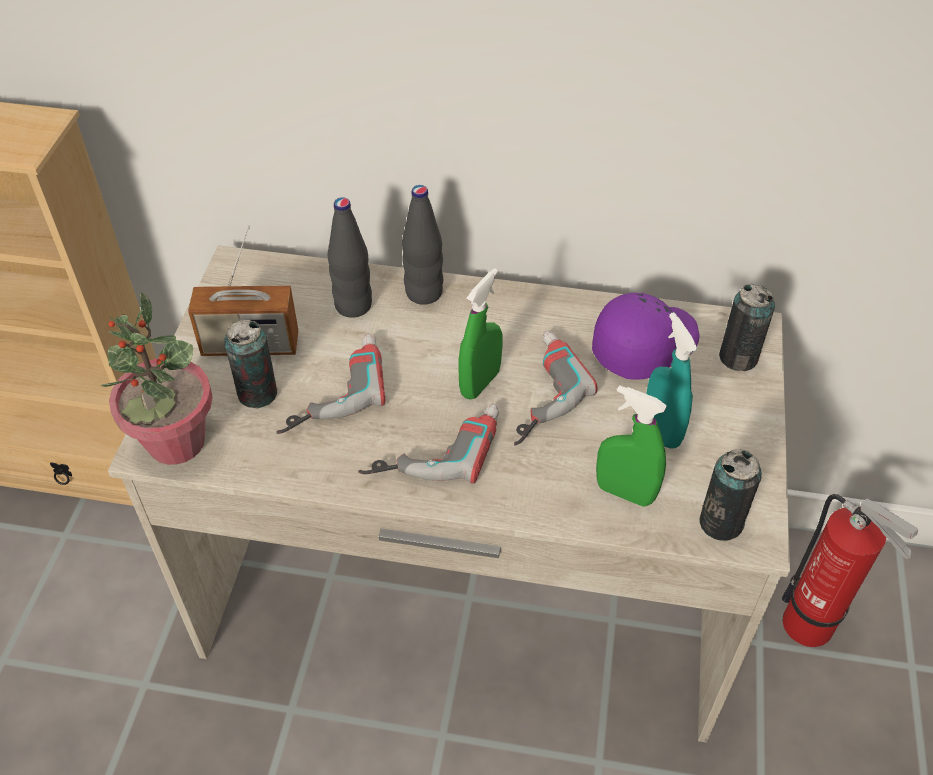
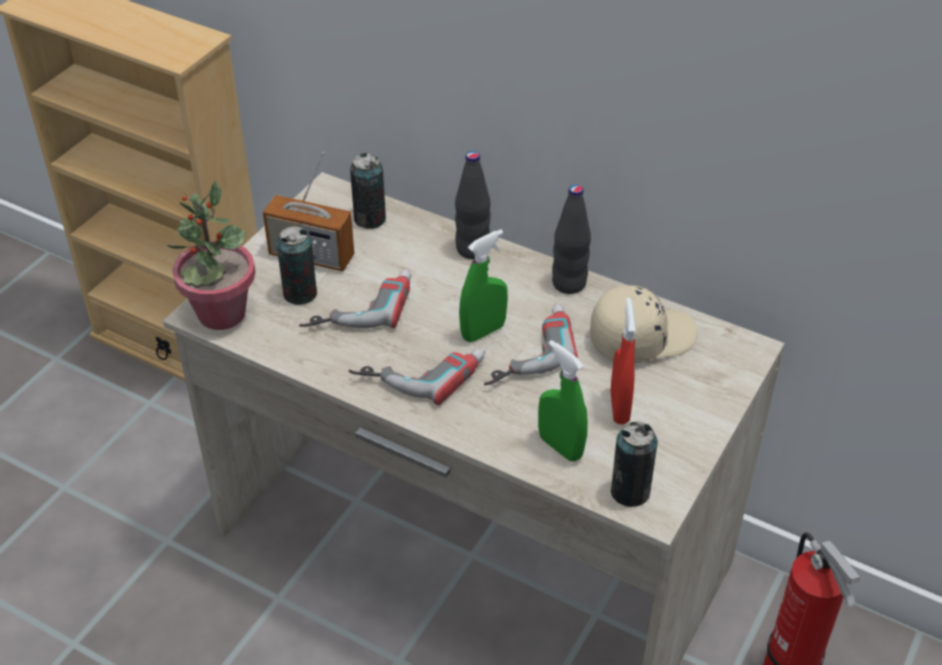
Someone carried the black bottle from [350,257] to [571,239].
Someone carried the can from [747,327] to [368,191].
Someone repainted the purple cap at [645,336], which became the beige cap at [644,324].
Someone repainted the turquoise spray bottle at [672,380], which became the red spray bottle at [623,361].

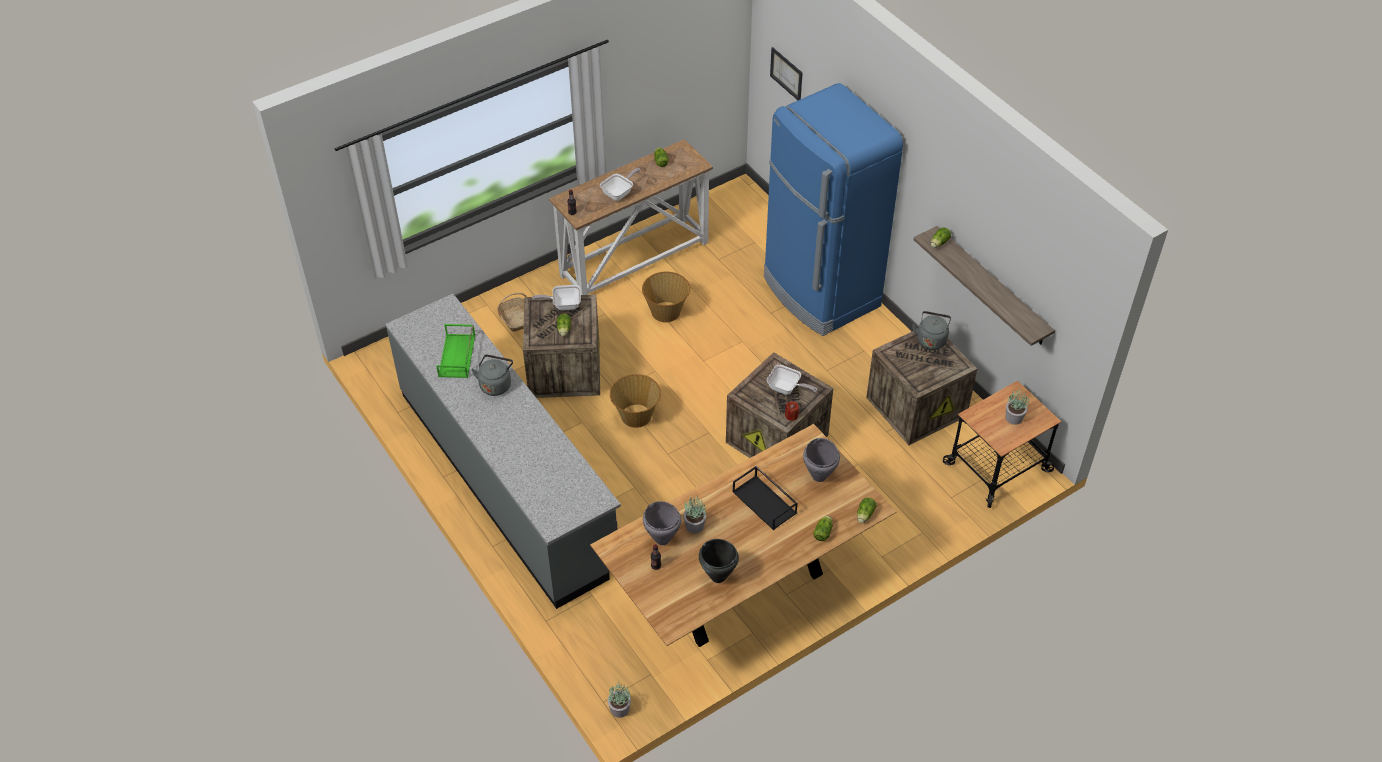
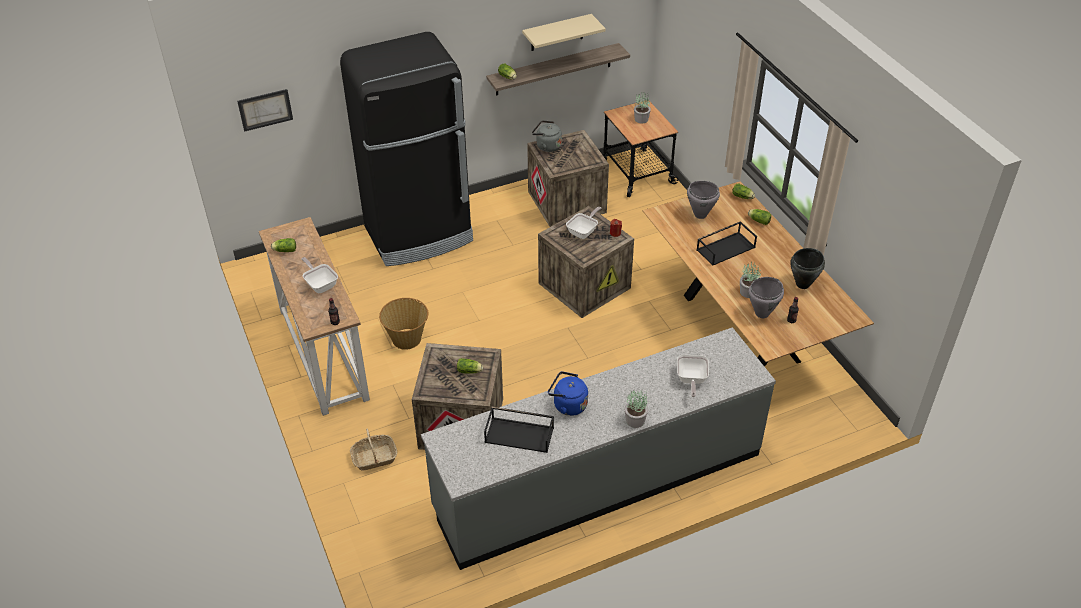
Someone repainted the blue fridge at [833,209], which became the black fridge at [406,149].
Someone carried the frying pan from [556,297] to [693,376].
Someone repainted the green tray at [455,351], which became the black tray at [519,430].
Someone repainted the grey kettle at [492,375], which became the blue kettle at [568,393].
Someone took away the basket at [635,401].
Someone carried the potted plant from [619,700] to [636,409].
Someone put up the beige shelf at [564,32].

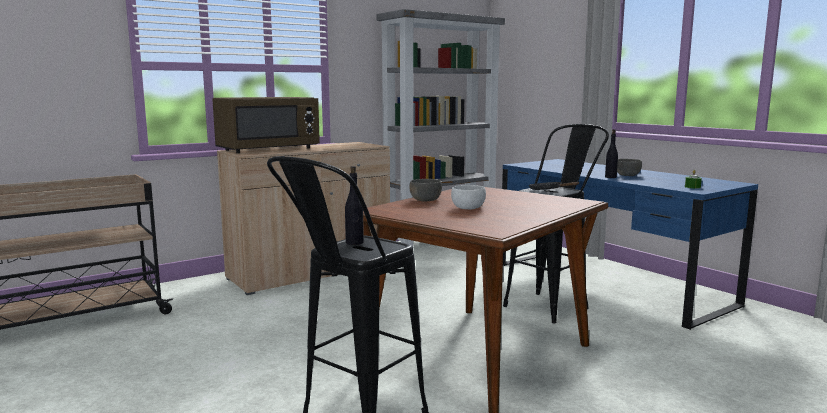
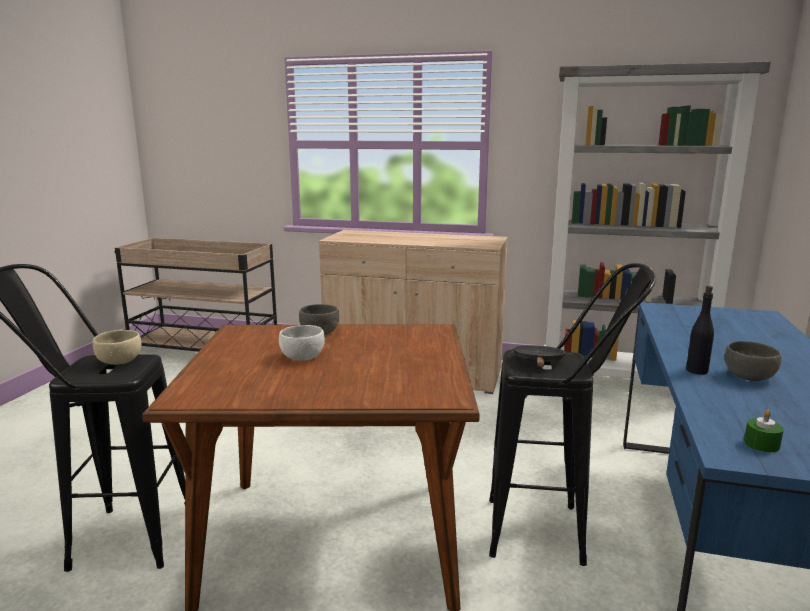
Someone took away the brown microwave at [266,125].
Someone swapped the black bottle at [354,205] for the beige bowl at [116,347].

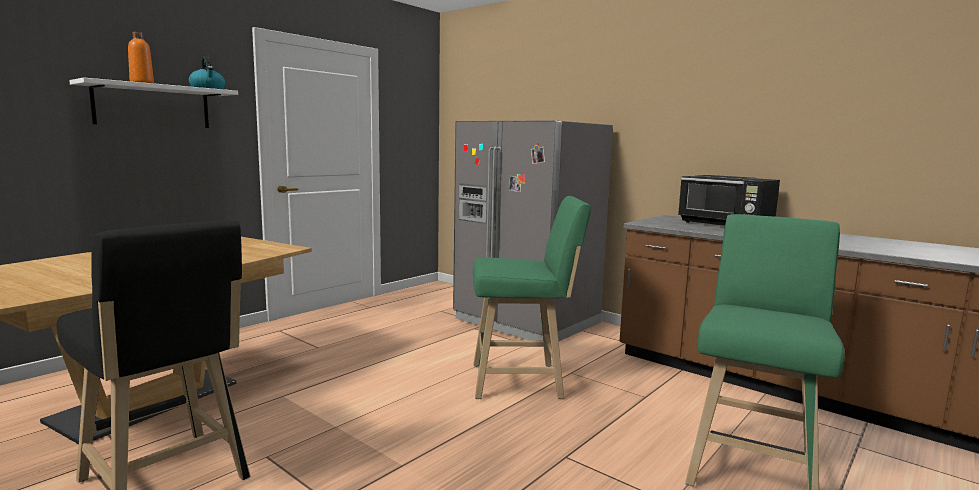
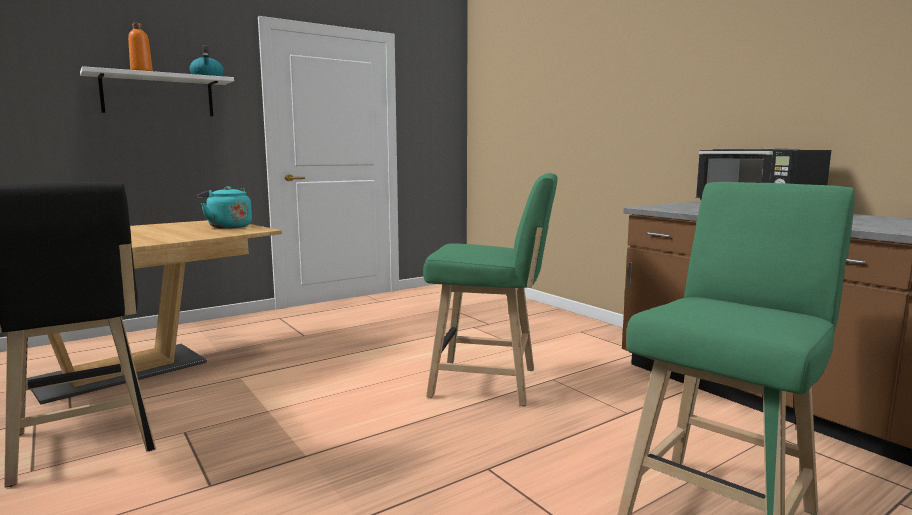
Someone took away the grey fridge at [533,230].
Someone put down the turquoise kettle at [225,207].

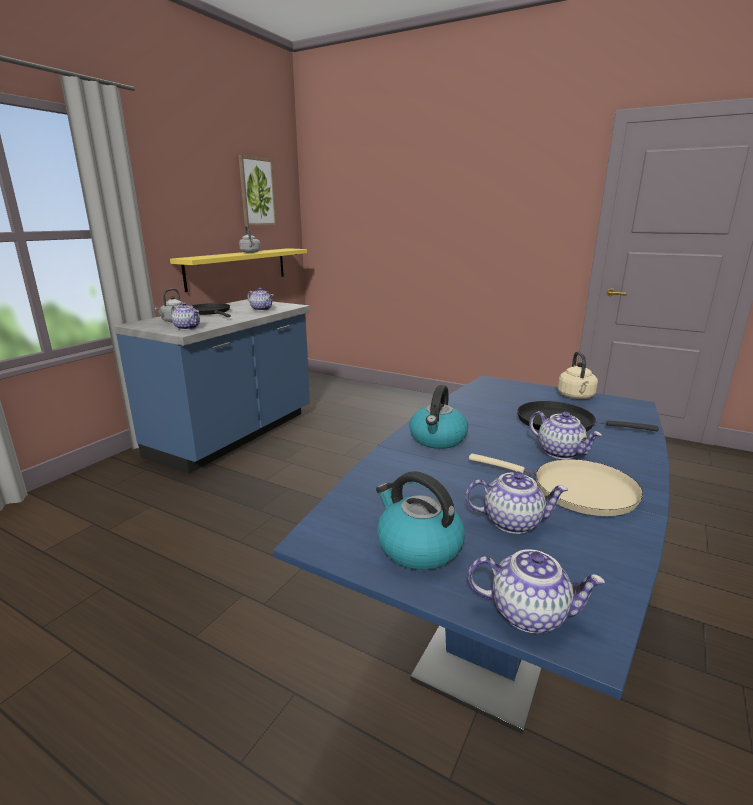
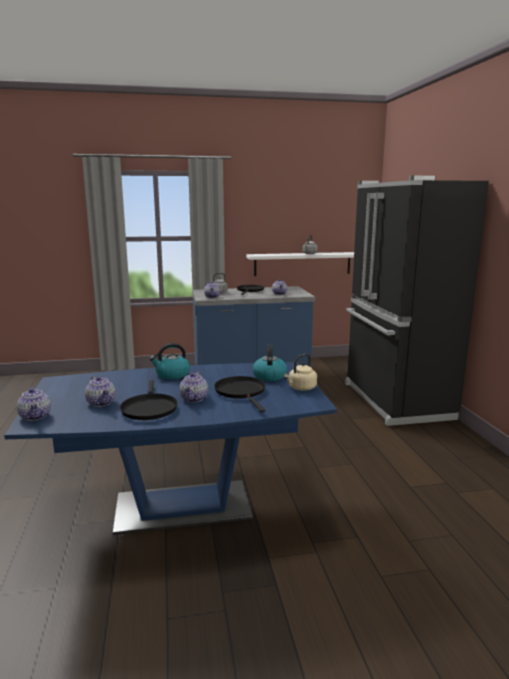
Someone took away the picture at [258,190].
Someone repainted the yellow shelf at [238,270], which became the white shelf at [300,264].
Someone repainted the beige frying pan at [556,485], which became the black frying pan at [149,400].
Someone carried the kettle from [420,520] to [269,362].
Someone put down the black fridge at [417,301].

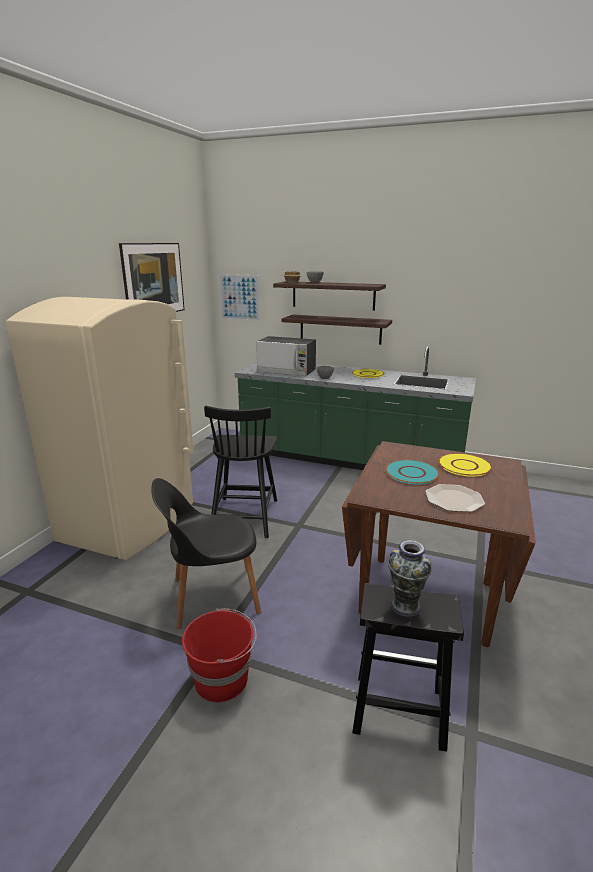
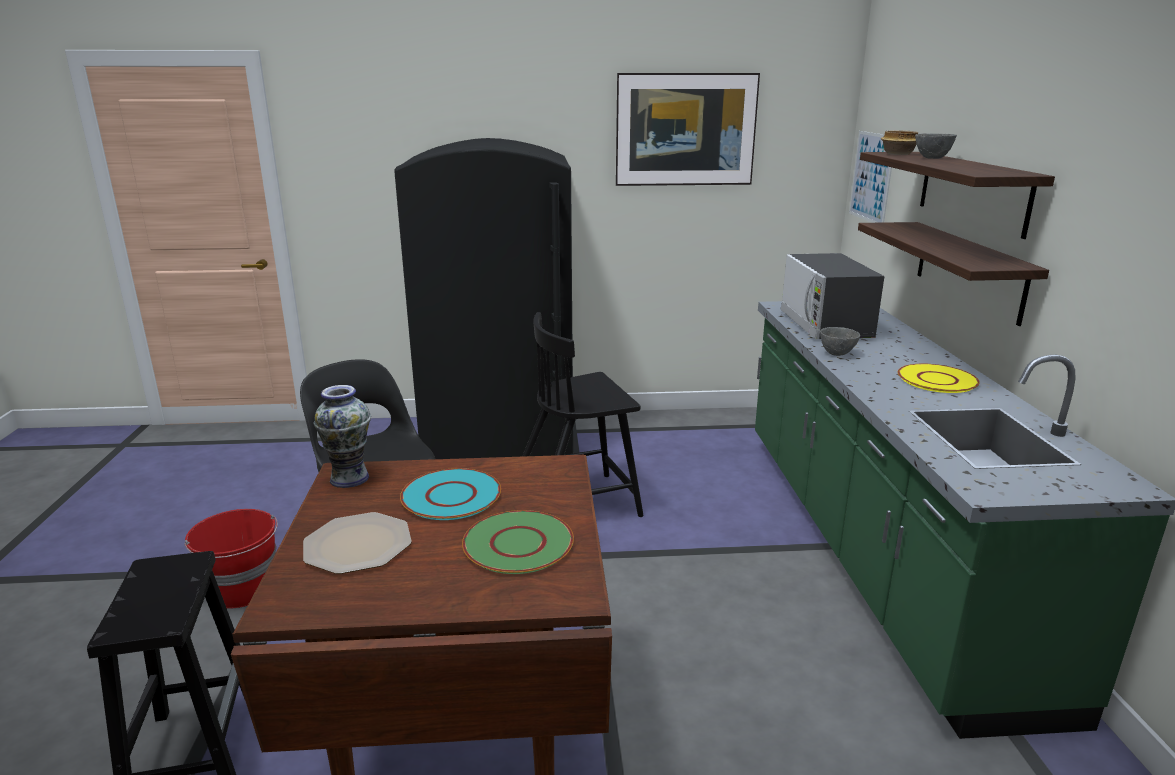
Someone repainted the beige fridge at [99,428], which became the black fridge at [483,298].
Someone repainted the yellow plate at [465,465], which became the green plate at [518,542].
Someone carried the vase from [409,578] to [342,436].

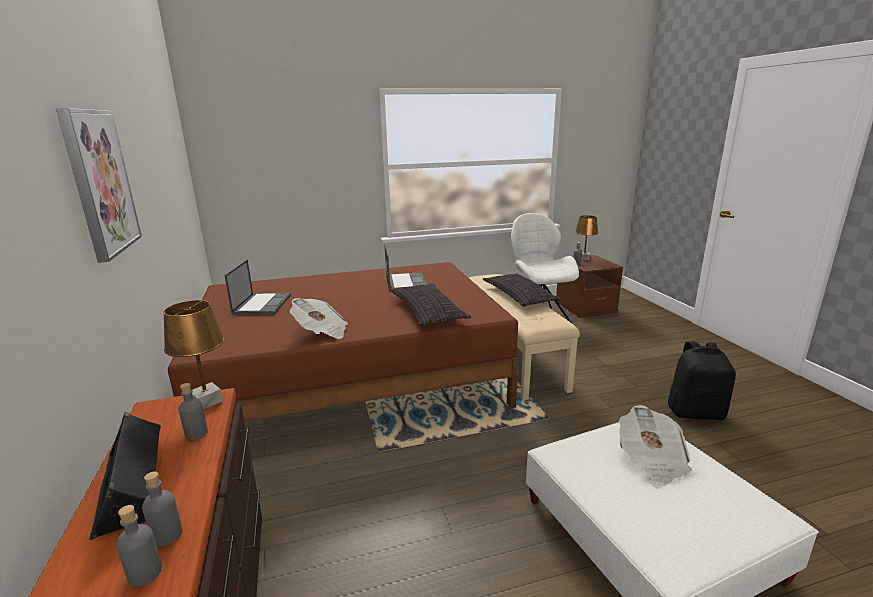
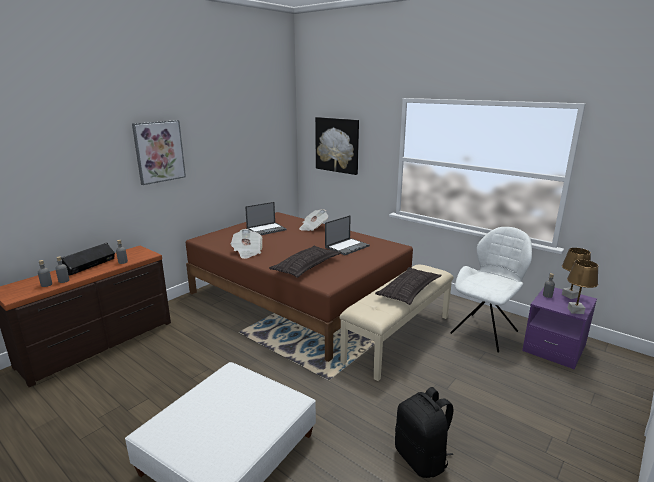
Someone repainted the brown nightstand at [589,286], which became the purple nightstand at [559,328].
Someone carried the brown table lamp from [194,355] to [582,287].
Someone carried the newspaper from [655,445] to [313,220].
Someone put up the picture at [337,146].

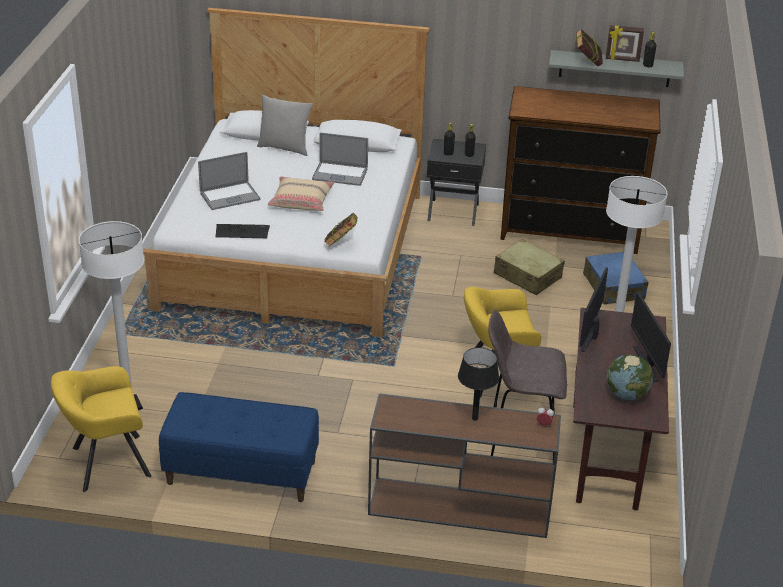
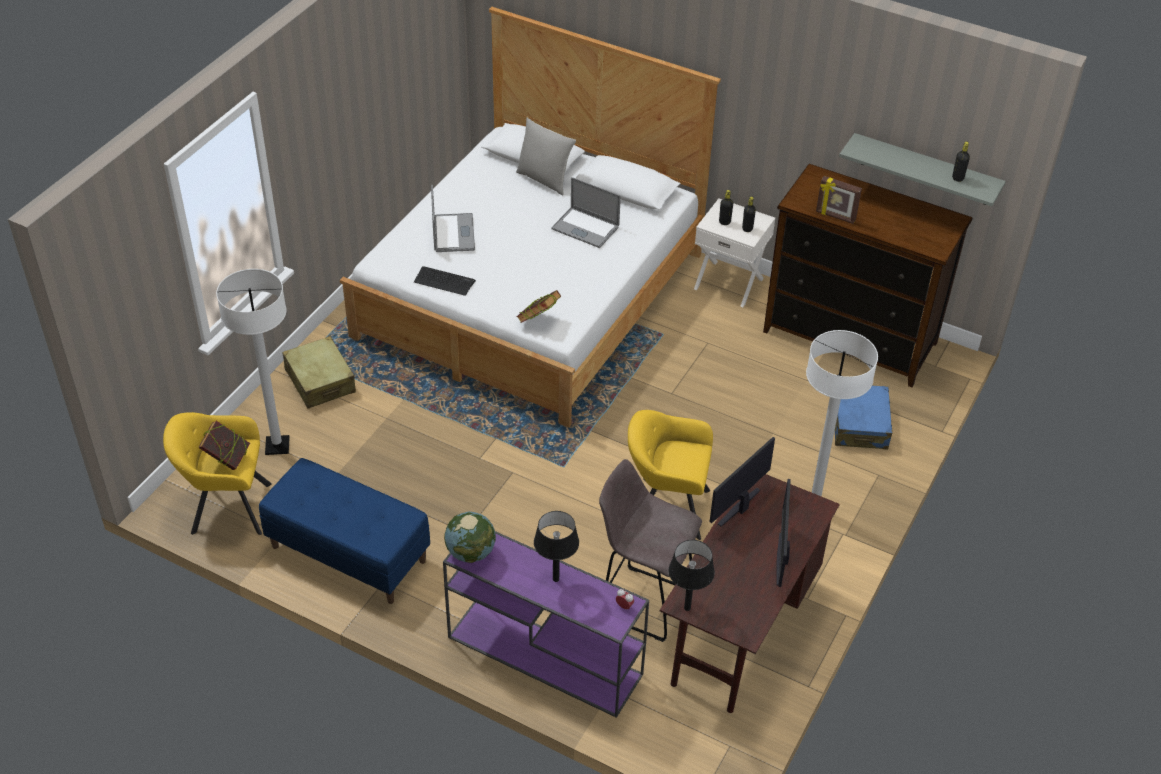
Someone carried the picture frame from [625,43] to [839,200].
Someone carried the book from [589,48] to [224,445].
Someone repainted the black nightstand at [456,182], which became the white nightstand at [734,252].
Someone rotated the laptop at [229,181] by 90 degrees counterclockwise.
Someone took away the beige pillow at [301,193].
Someone carried the beige suitcase from [529,267] to [319,372].
Someone carried the globe from [630,377] to [470,537].
Someone repainted the brown console table at [464,465], which became the purple console table at [546,624].
Someone put down the black table lamp at [691,575].

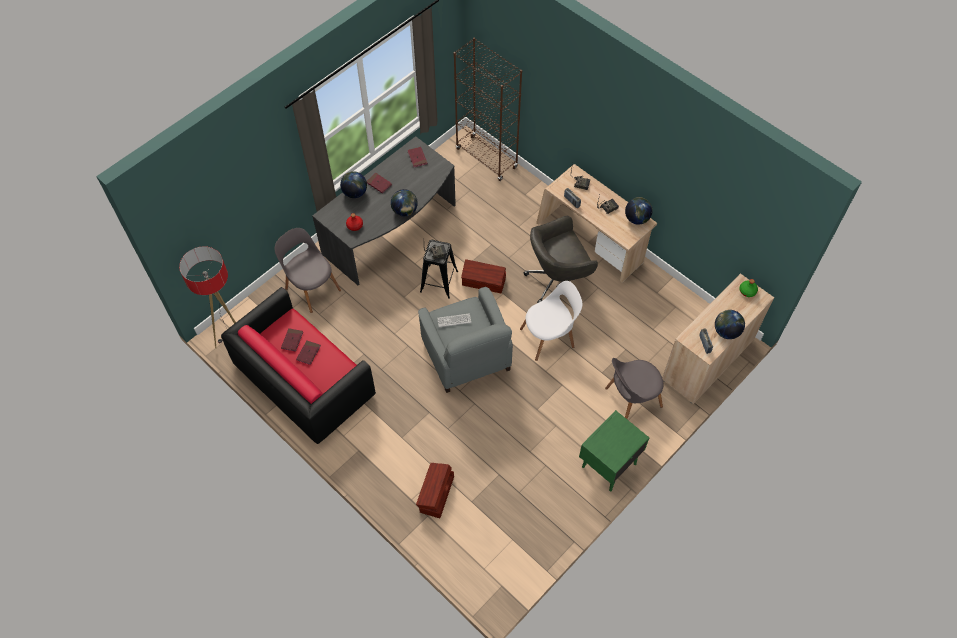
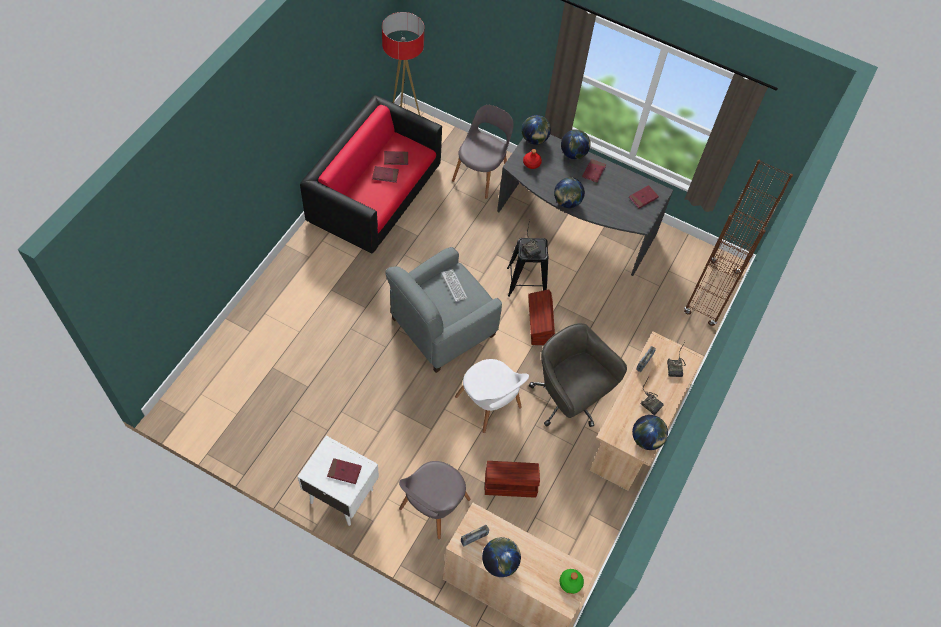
Someone rotated the grey chair at [634,388] by 105 degrees counterclockwise.
Someone repainted the green nightstand at [614,450], which became the white nightstand at [338,481].
Someone carried the brown storage box from [435,490] to [512,479].
Someone put down the globe at [536,130].
Someone put down the red book at [344,471].

